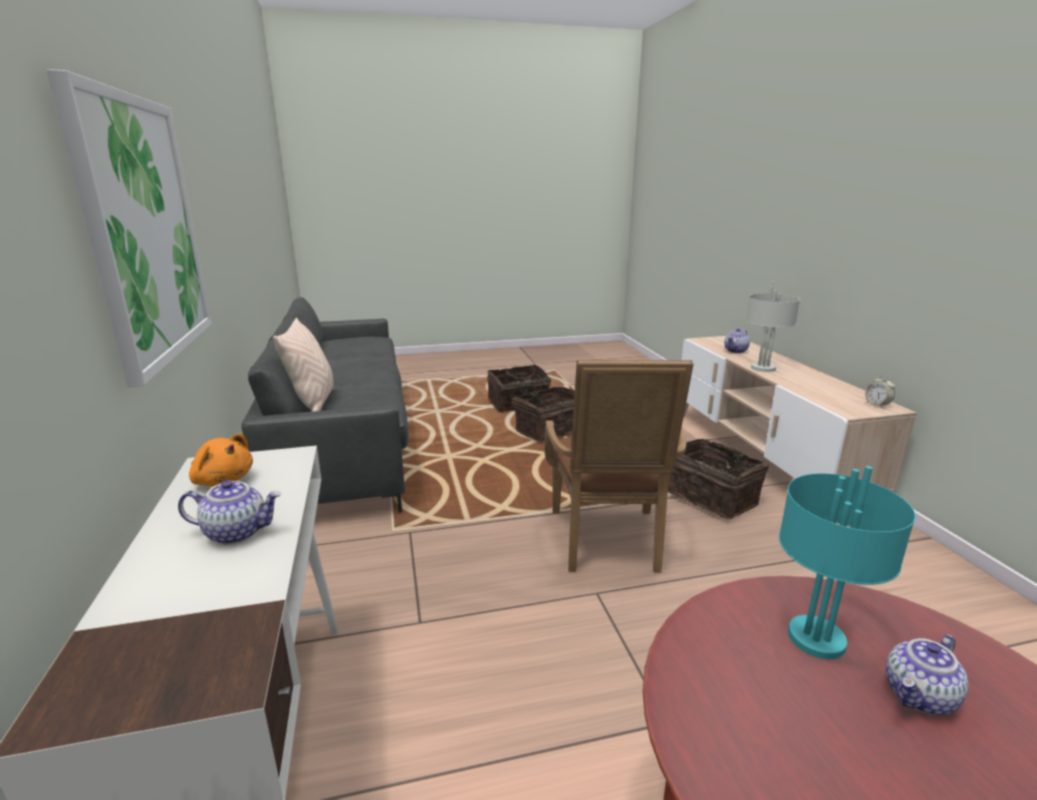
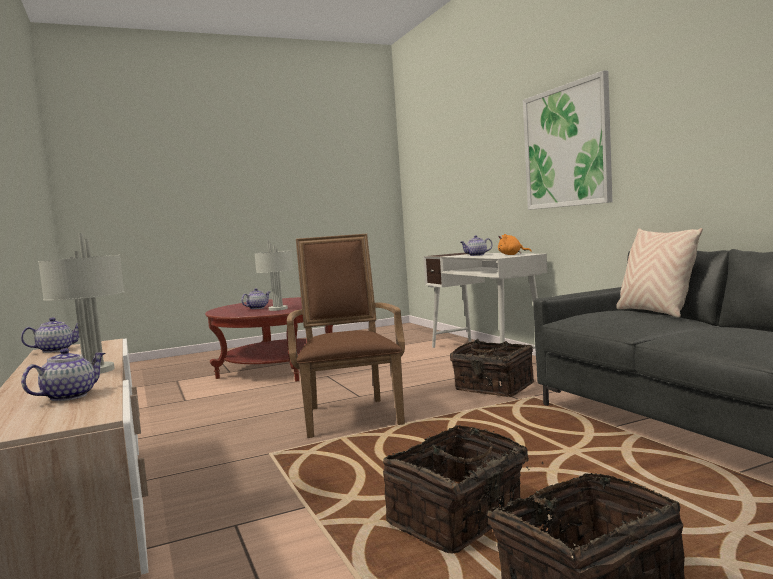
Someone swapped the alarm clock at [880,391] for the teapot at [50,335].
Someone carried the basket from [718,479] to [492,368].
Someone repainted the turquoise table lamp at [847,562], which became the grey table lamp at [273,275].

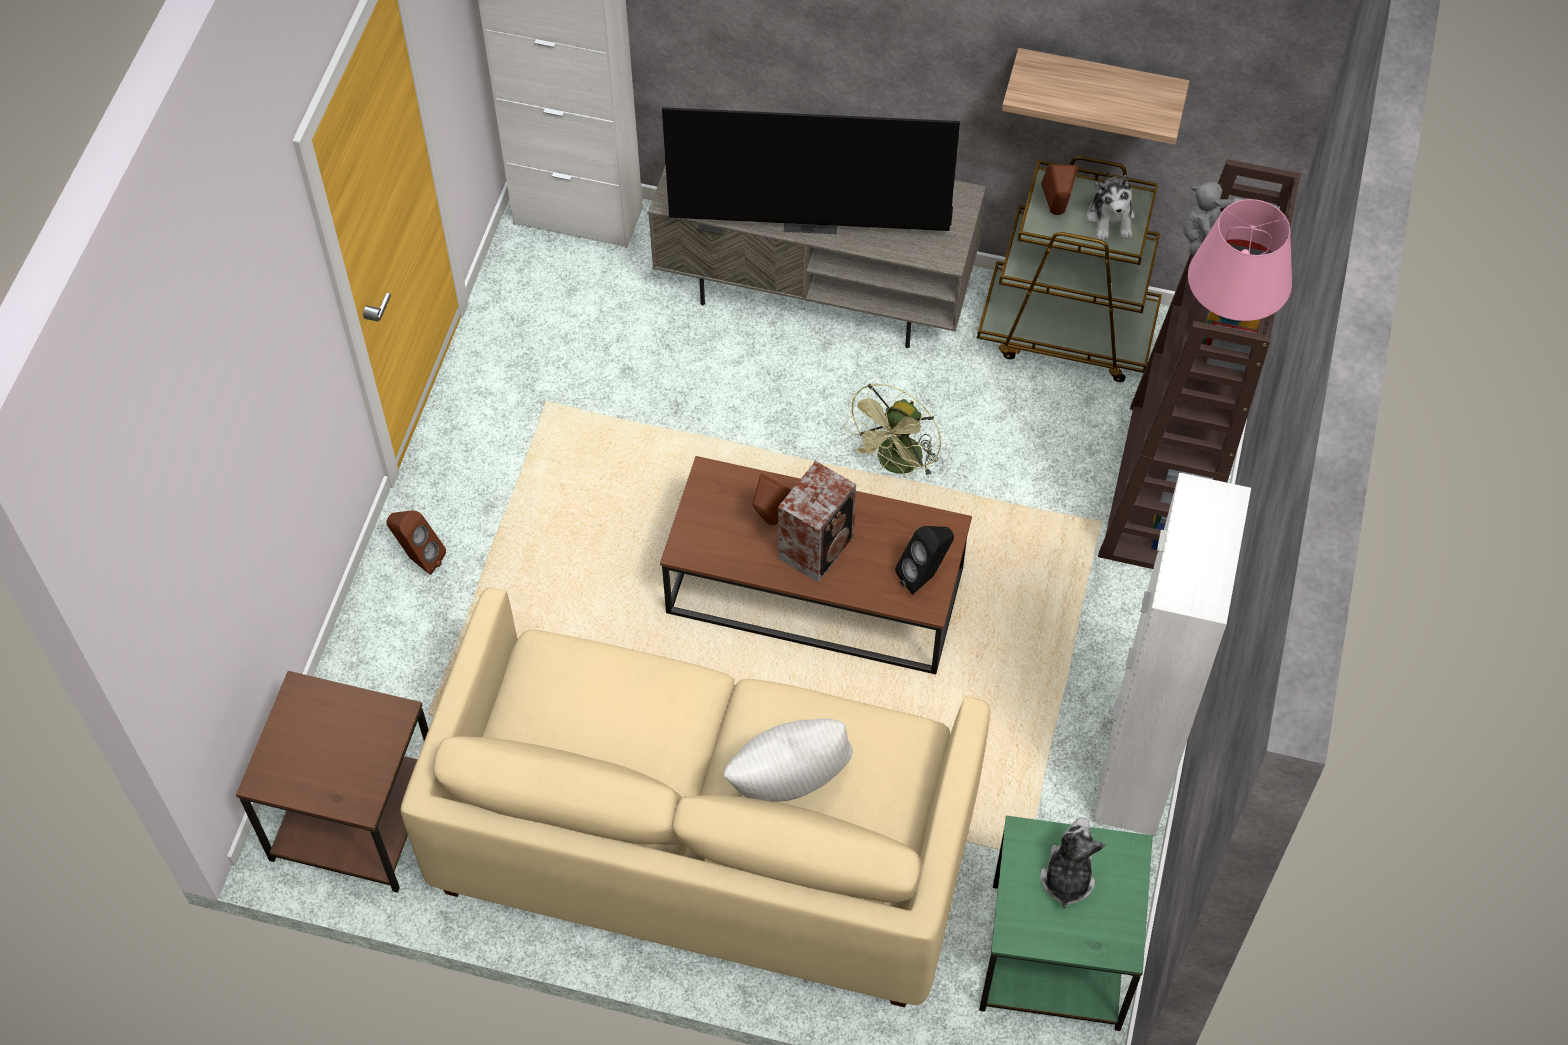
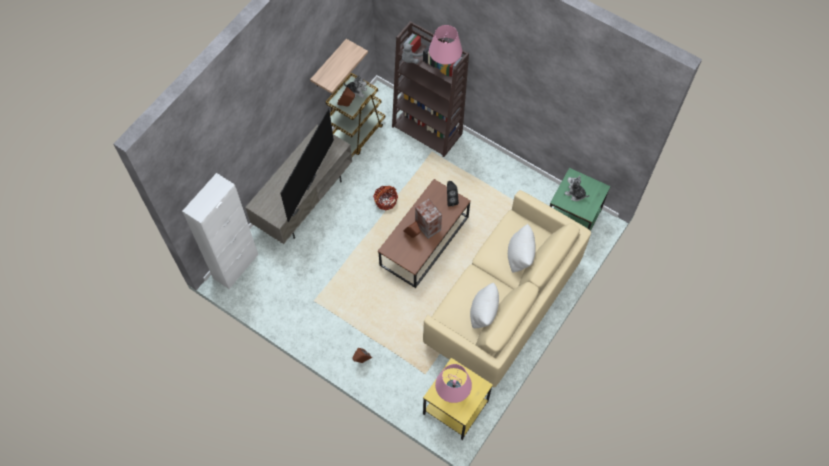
Someone swapped the green fan at [892,430] for the basket at [385,198].
Someone took away the white cabinet at [1172,654].
Someone repainted the brown side table at [332,782], which became the yellow side table at [458,399].
Someone put down the white pillow at [484,305].
Someone put down the pink table lamp at [453,383].

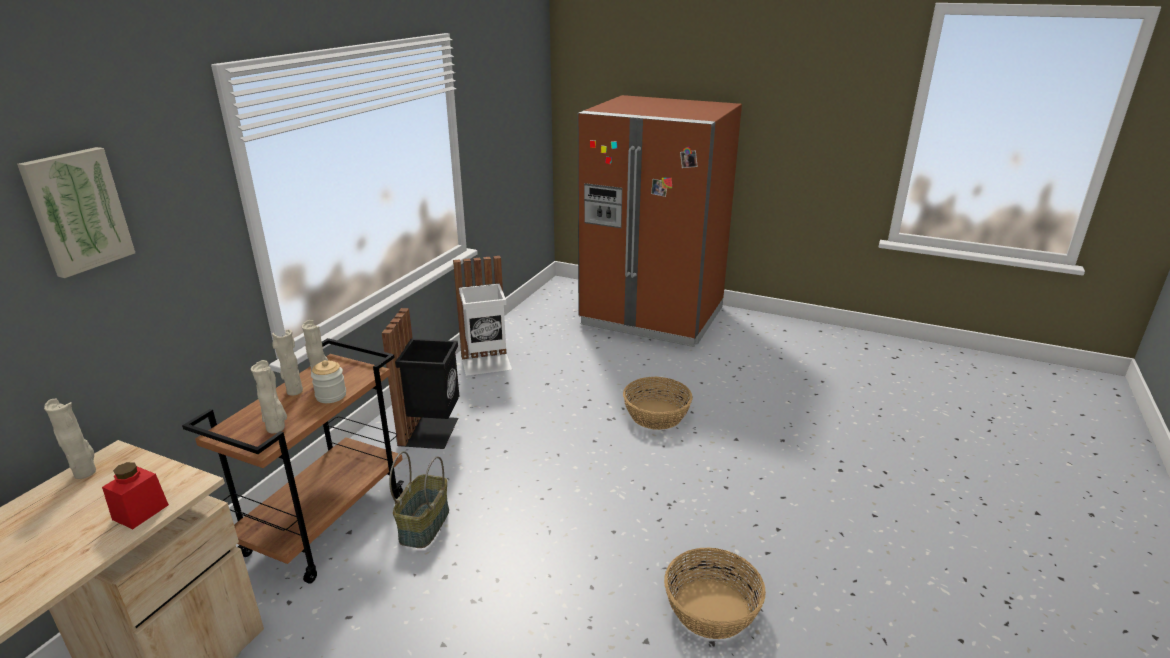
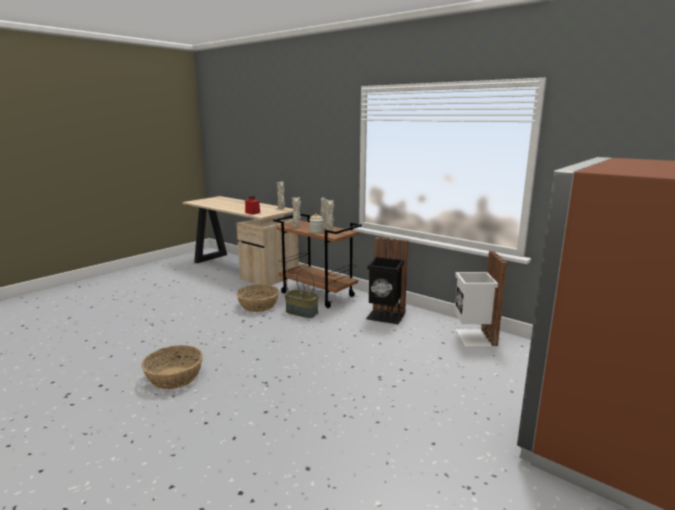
Someone took away the picture at [76,212].
Someone carried the basket from [658,403] to [257,298].

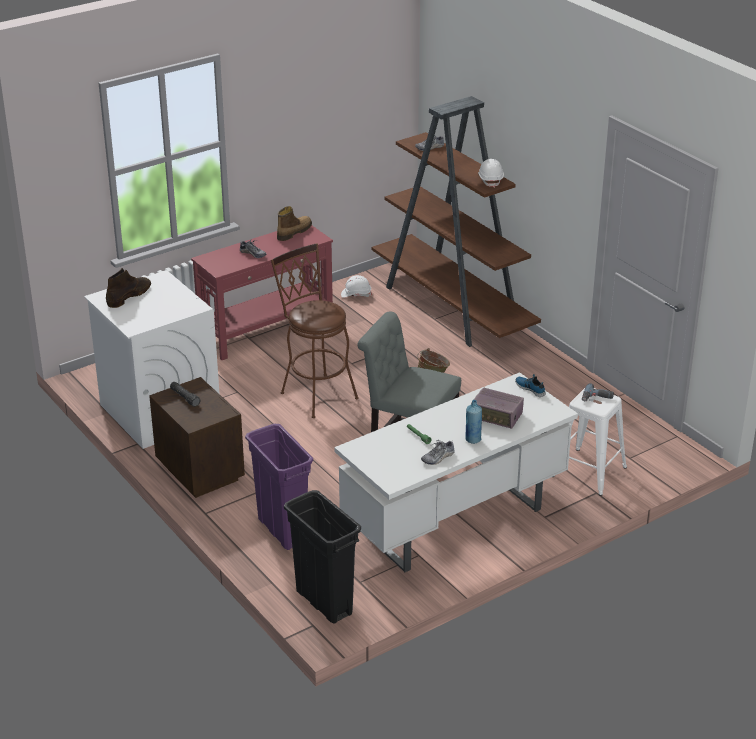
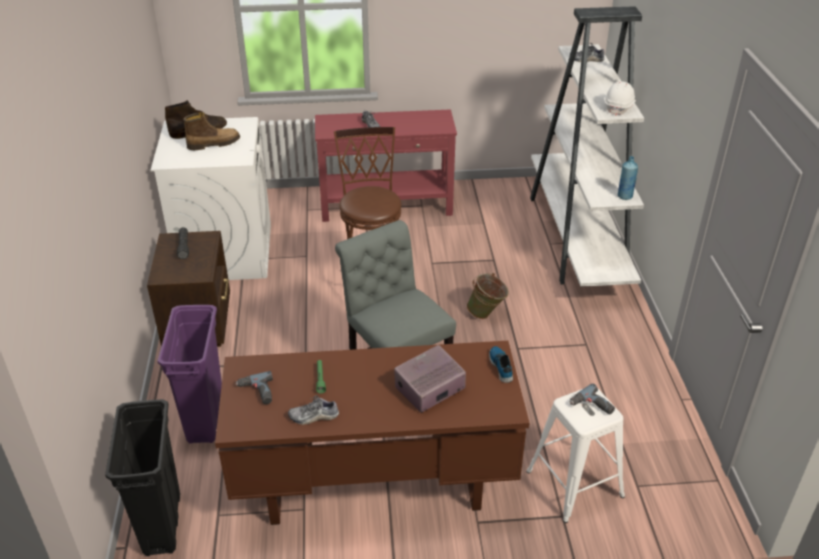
Someone repainted the brown bookcase at [456,221], which became the white bookcase at [587,146].
Someone carried the boot from [294,223] to [211,131].
Someone took away the white hard hat at [356,286].
Someone repainted the white desk at [456,472], which became the brown desk at [372,433].
Someone rotated the radio at [497,408] by 90 degrees clockwise.
Someone carried the blue bottle from [473,422] to [628,178].
Someone put down the power drill at [254,387].

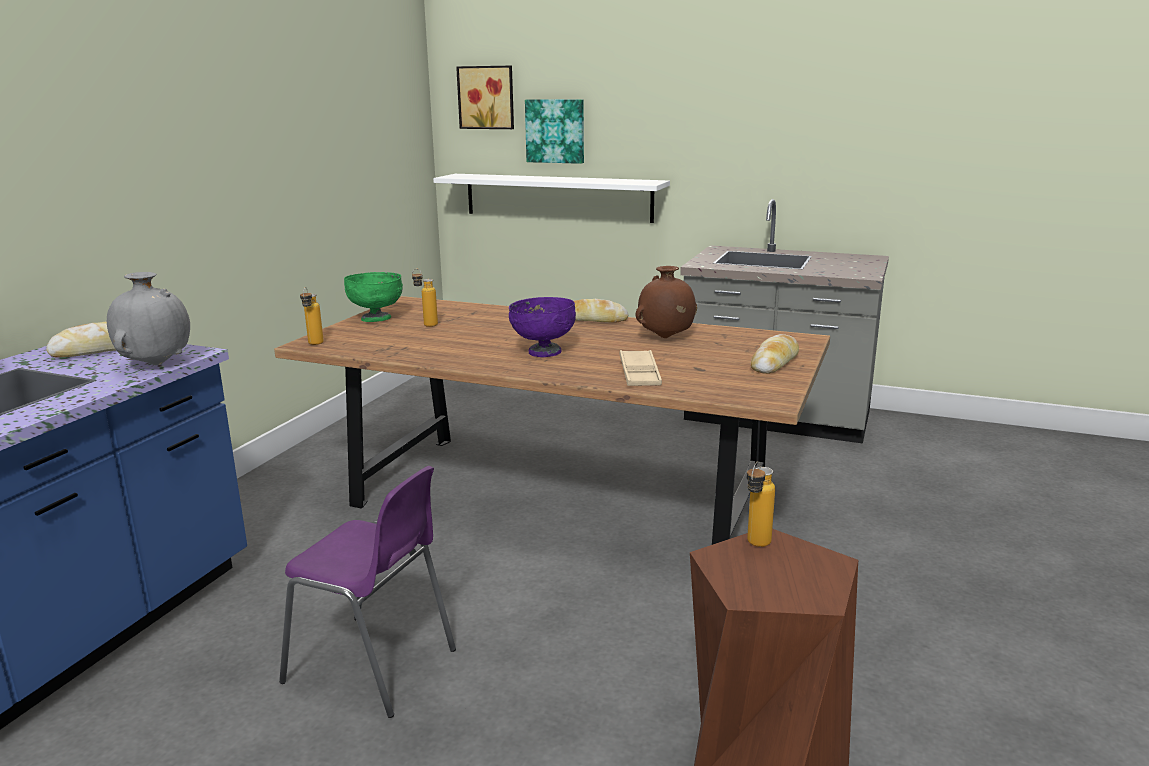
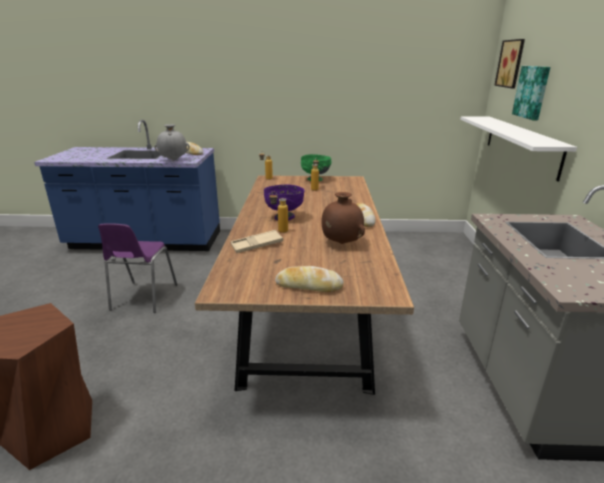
Someone carried the bottle from [761,504] to [278,212].

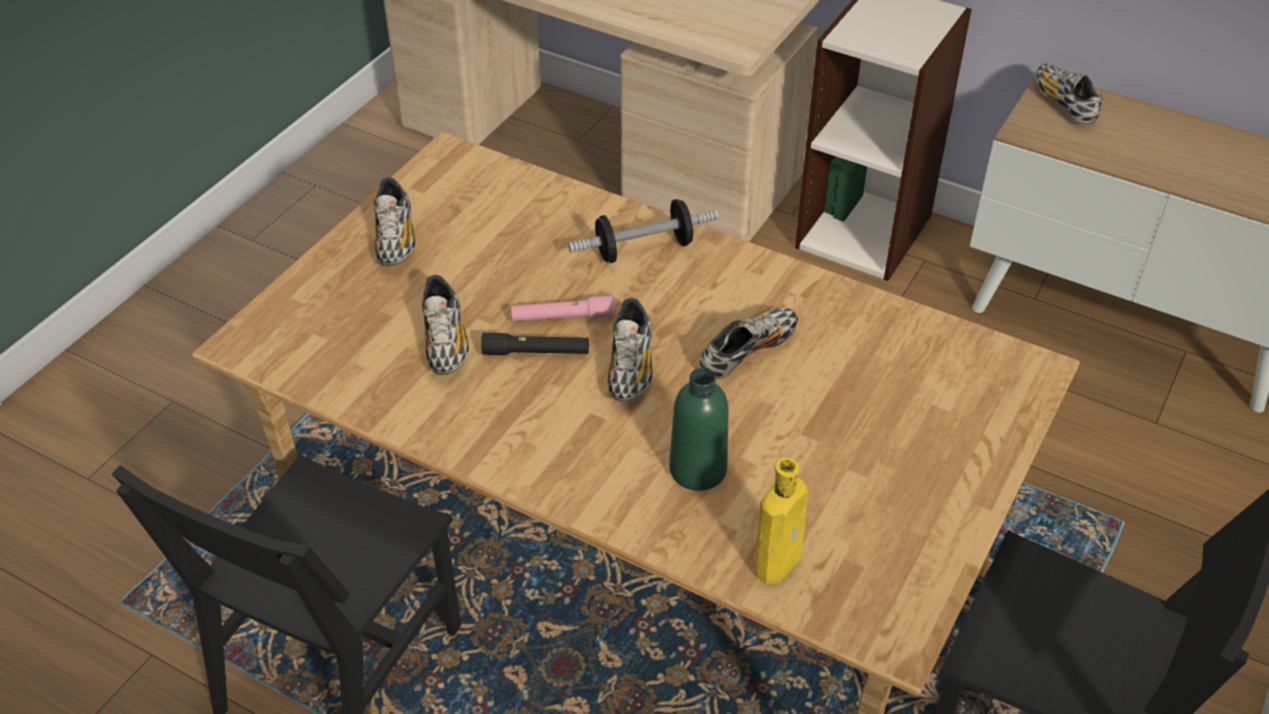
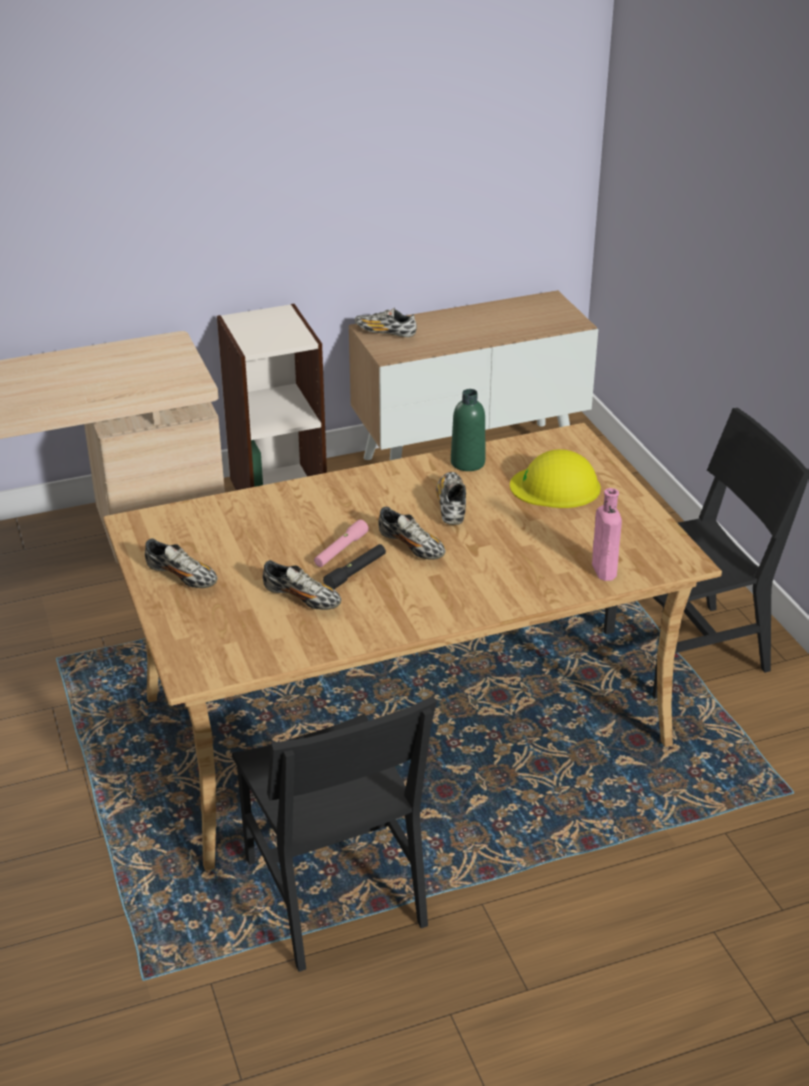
Someone took away the dumbbell at [643,231].
Someone carried the green bottle from [699,429] to [468,430].
Someone repainted the yellow bottle at [781,521], which became the pink bottle at [607,534].
Someone put down the yellow hard hat at [555,478].

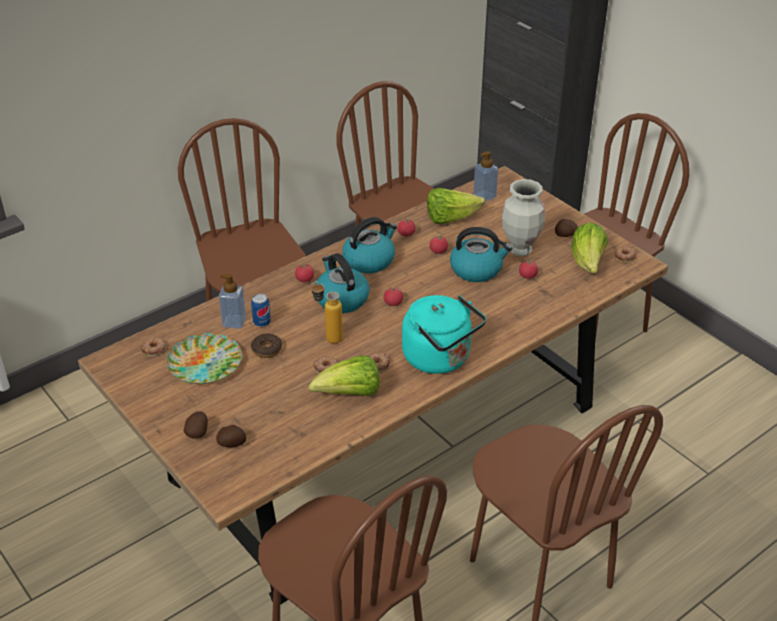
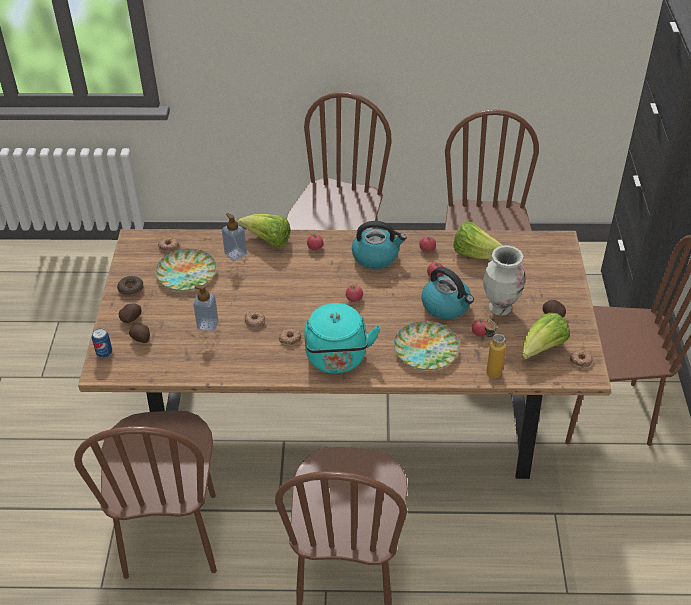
Someone carried the soap dispenser from [485,176] to [206,308].
Someone took away the kettle at [342,283].
Someone carried the bottle from [327,312] to [495,348].
Someone carried the can from [261,310] to [102,343].
Someone carried the donut from [266,346] to [130,286].
Someone carried the lettuce from [344,376] to [264,231].
Someone put down the plate at [427,345].

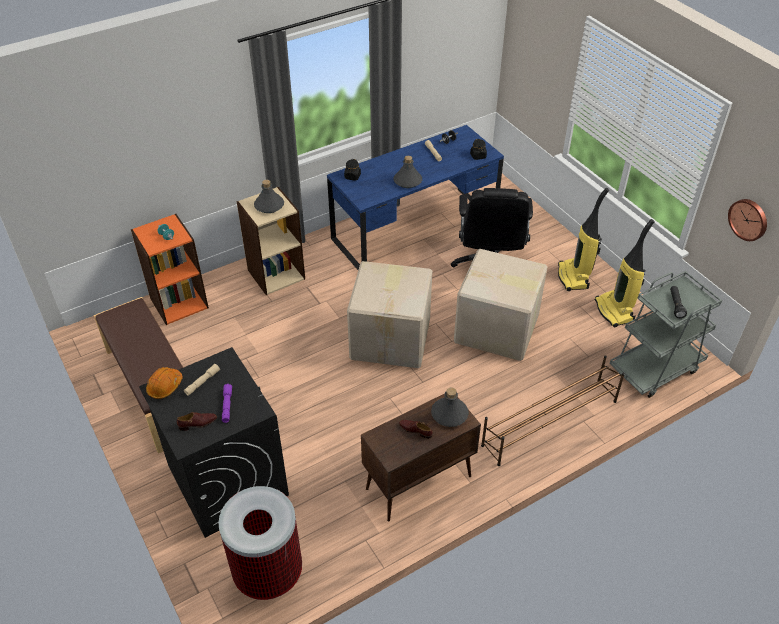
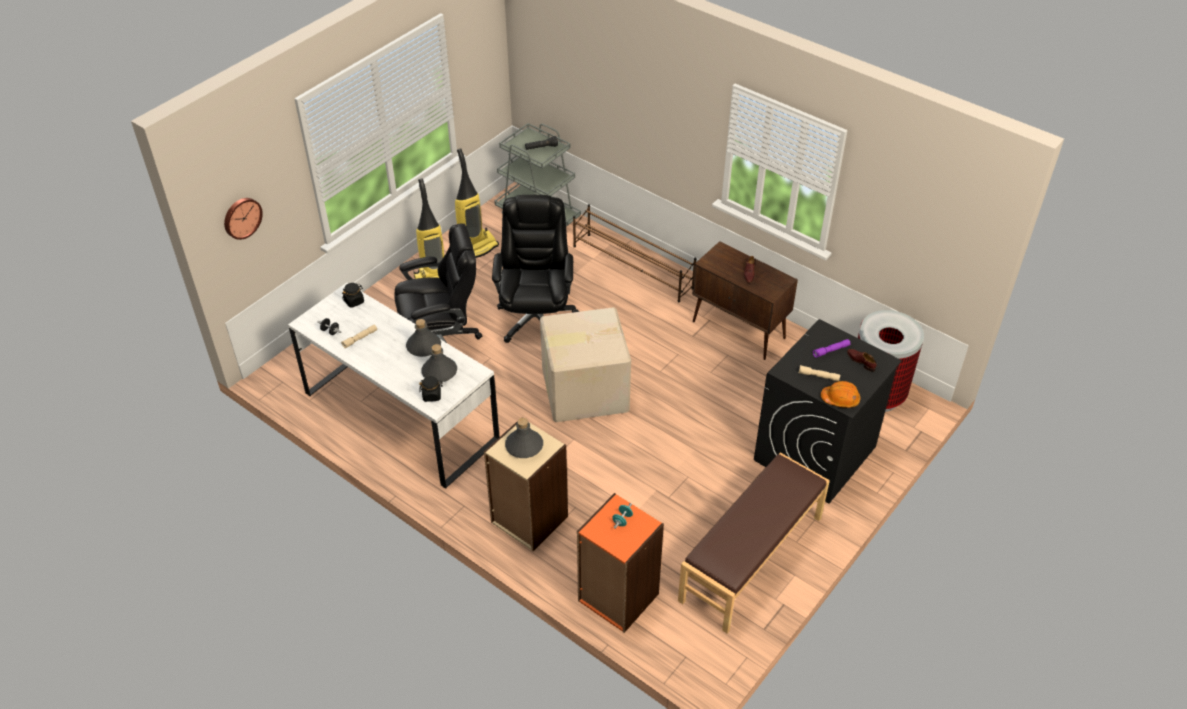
Someone repainted the blue desk at [415,197], which became the white desk at [393,386].
Someone carried the wall clock from [747,220] to [243,219].
Someone swapped the cardboard box at [500,305] for the black office chair at [535,269].
Someone carried the grey bottle from [450,407] to [439,363].

